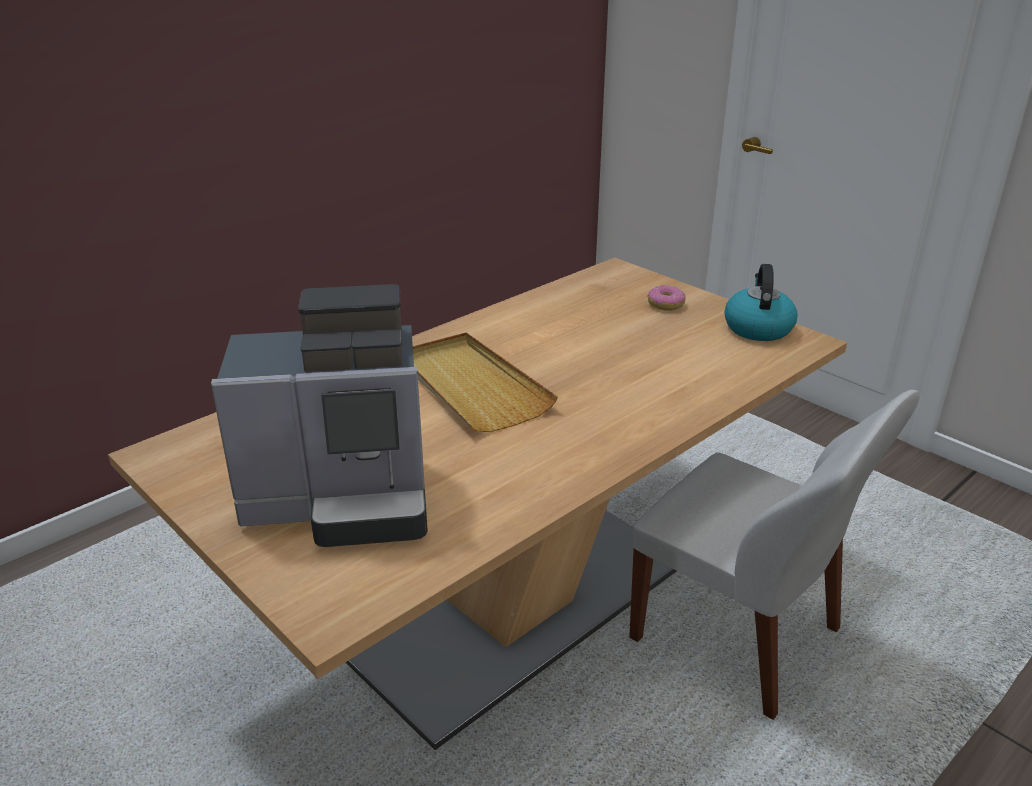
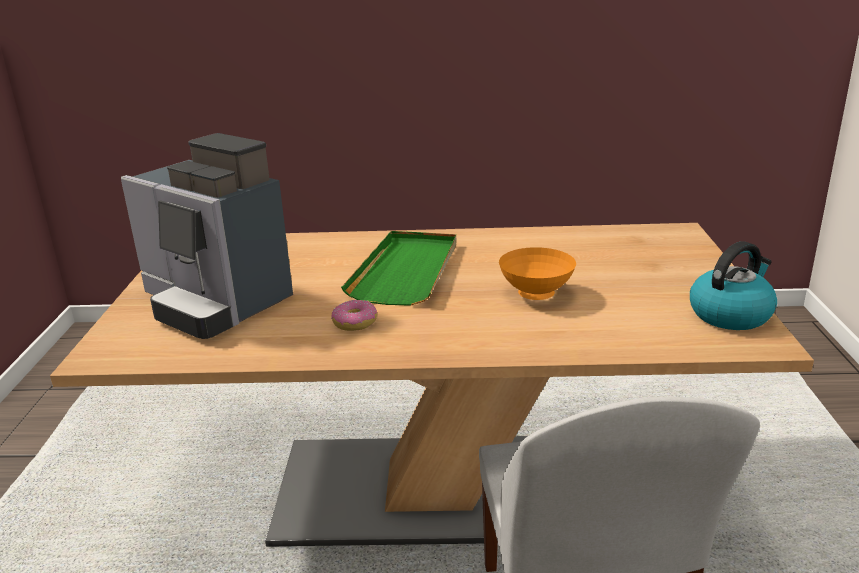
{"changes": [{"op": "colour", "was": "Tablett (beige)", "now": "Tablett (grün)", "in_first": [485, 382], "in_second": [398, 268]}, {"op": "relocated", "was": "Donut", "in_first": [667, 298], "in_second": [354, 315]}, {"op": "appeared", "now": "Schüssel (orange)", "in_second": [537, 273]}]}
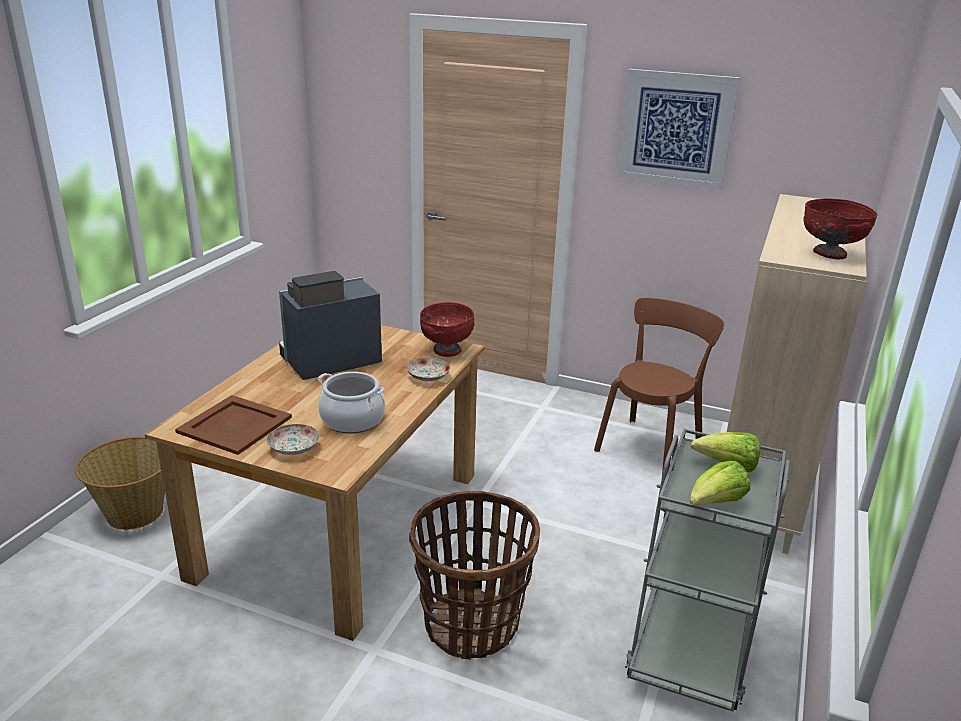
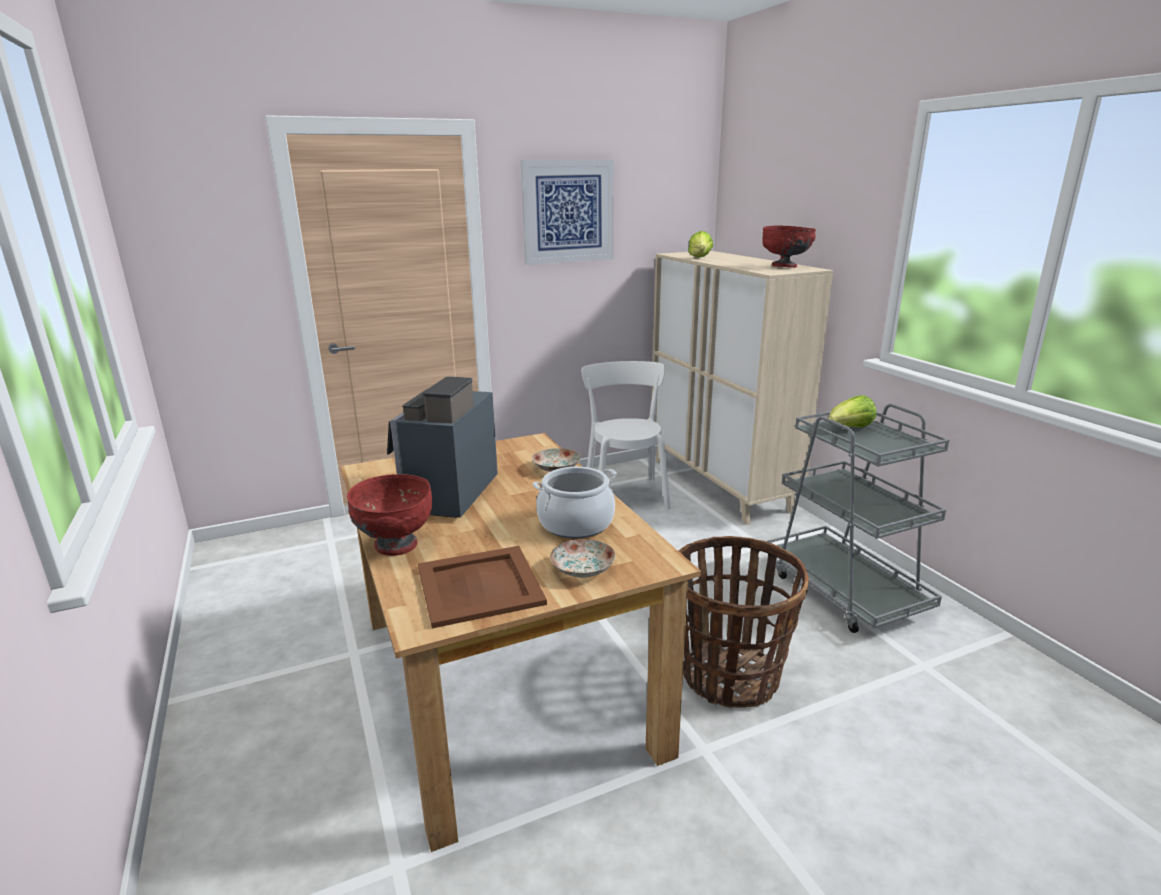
{"changes": [{"op": "missing", "was": "Korb", "in_first": [120, 483]}, {"op": "relocated", "was": "Schüssel (rot)", "in_first": [447, 329], "in_second": [389, 515]}, {"op": "colour", "was": "Stuhl (braun)", "now": "Stuhl (weiß)", "in_first": [659, 387], "in_second": [626, 435]}, {"op": "relocated", "was": "Salatkopf", "in_first": [720, 483], "in_second": [700, 244]}]}
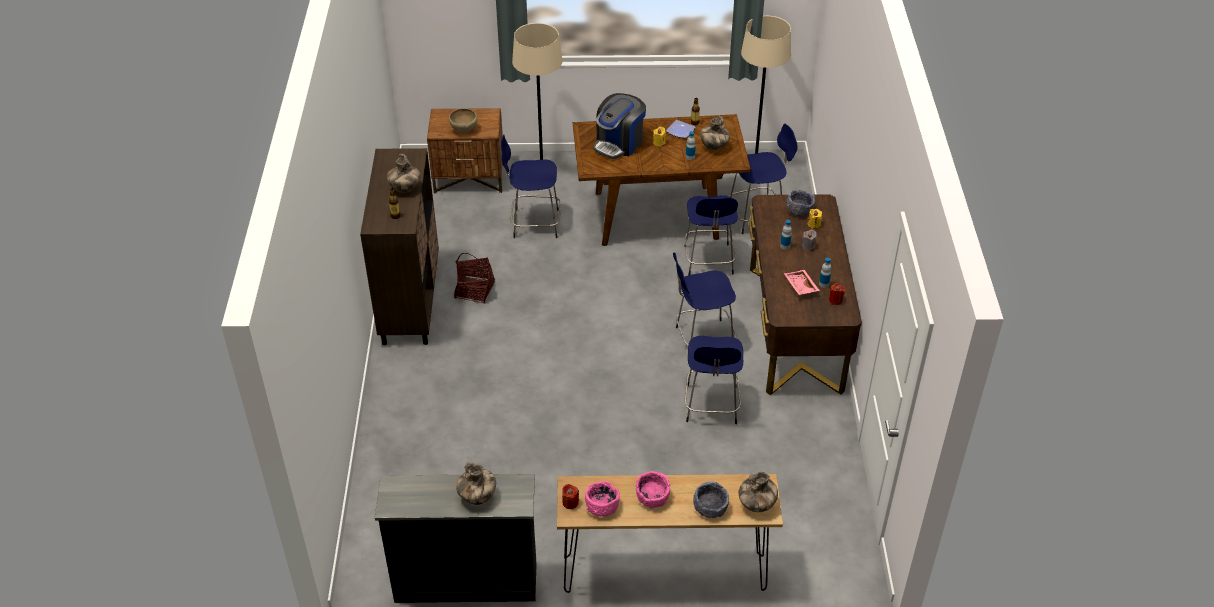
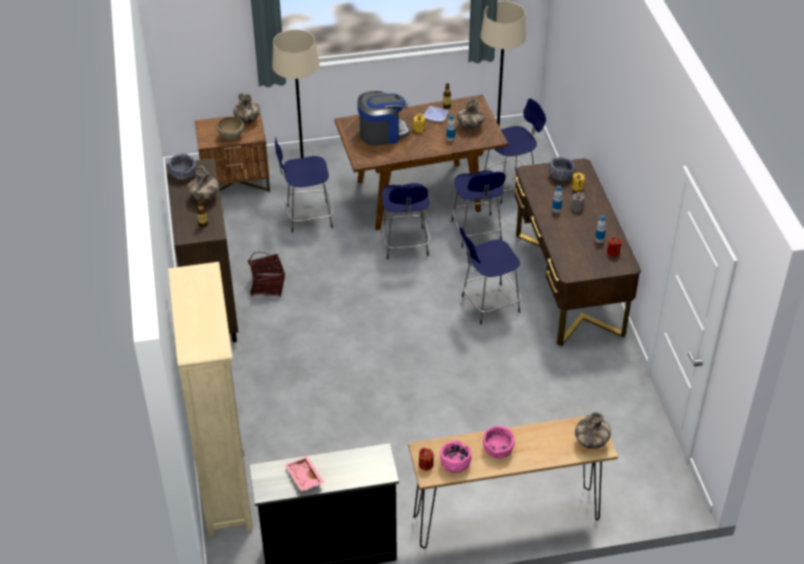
{"changes": [{"op": "relocated", "was": "Vase", "in_first": [476, 483], "in_second": [246, 108]}, {"op": "spun", "was": "Kaffeemaschine", "in_first": [619, 126], "in_second": [383, 118], "clockwise": -135}, {"op": "relocated", "was": "Hocker (blau)", "in_first": [713, 380], "in_second": [406, 221]}, {"op": "relocated", "was": "Schüssel (grau)", "in_first": [711, 499], "in_second": [182, 166]}, {"op": "relocated", "was": "Tablett (rosa)", "in_first": [802, 282], "in_second": [304, 473]}, {"op": "appeared", "now": "Bücherregal (beige)", "in_second": [210, 399]}]}
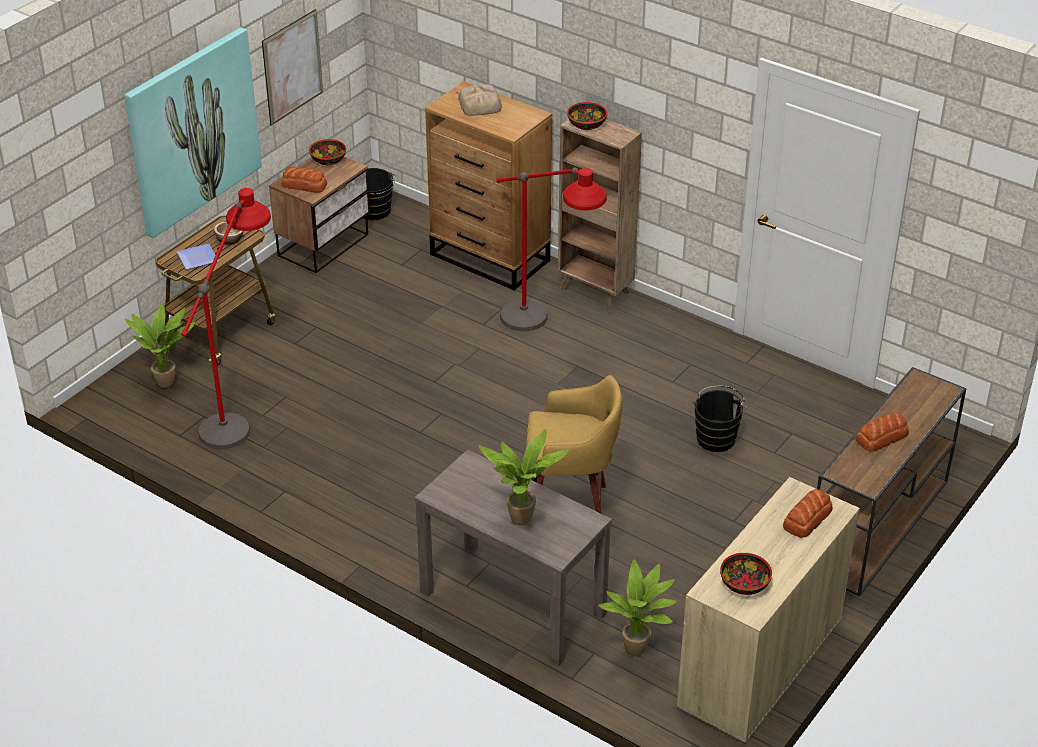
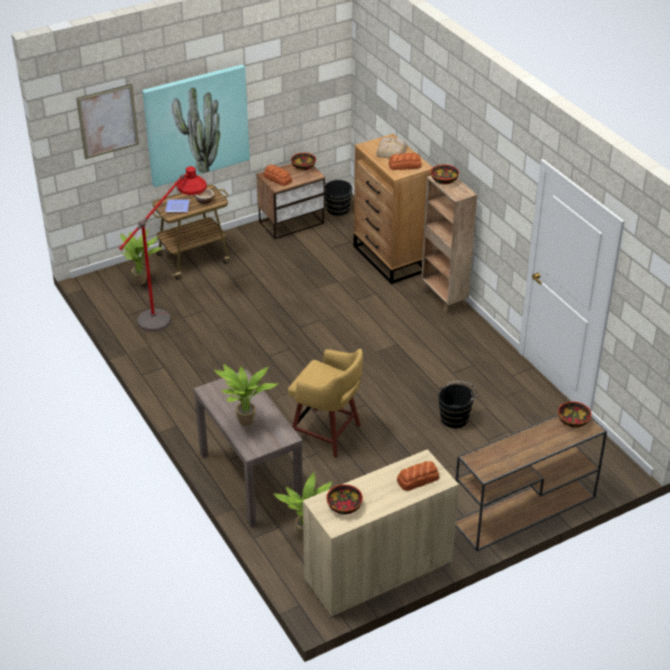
{"changes": [{"op": "relocated", "was": "Bild", "in_first": [292, 67], "in_second": [107, 121]}, {"op": "missing", "was": "Stehlampe (rot)", "in_first": [552, 249]}, {"op": "relocated", "was": "Brot", "in_first": [882, 432], "in_second": [405, 161]}, {"op": "appeared", "now": "Schüssel", "in_second": [574, 414]}]}
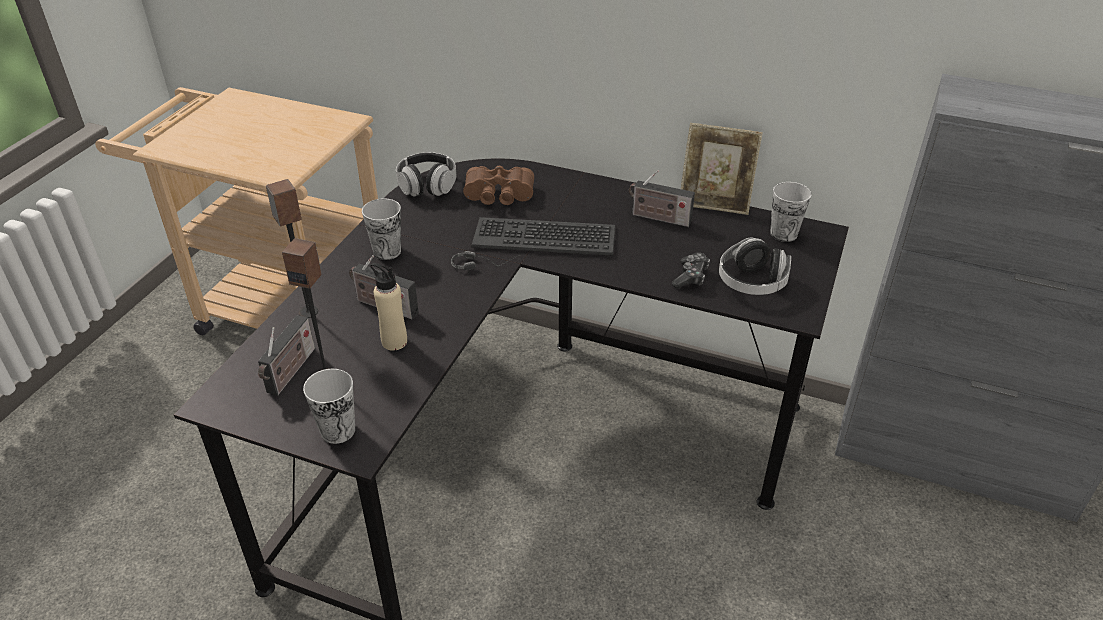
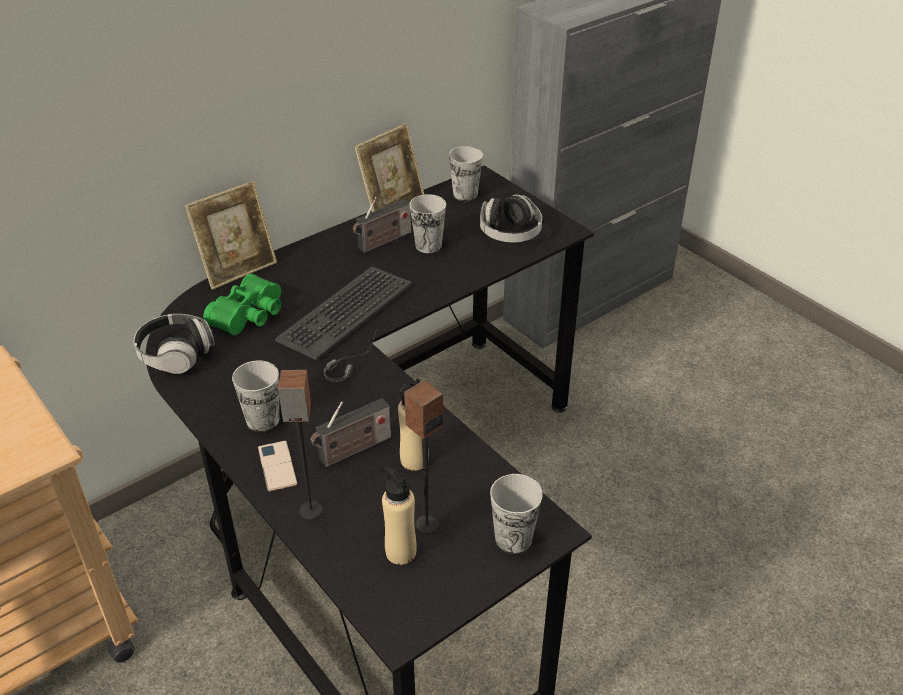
{"changes": [{"op": "exchanged", "was": "Radio", "now": "Flasche (beige)", "in_first": [286, 355], "in_second": [399, 516]}, {"op": "colour", "was": "Fernglas (braun)", "now": "Fernglas (grün)", "in_first": [498, 185], "in_second": [242, 304]}, {"op": "missing", "was": "Gamepad", "in_first": [691, 270]}, {"op": "appeared", "now": "Bilderrahmen", "in_second": [231, 235]}, {"op": "appeared", "now": "Handy", "in_second": [277, 466]}, {"op": "appeared", "now": "Tasse", "in_second": [427, 223]}]}
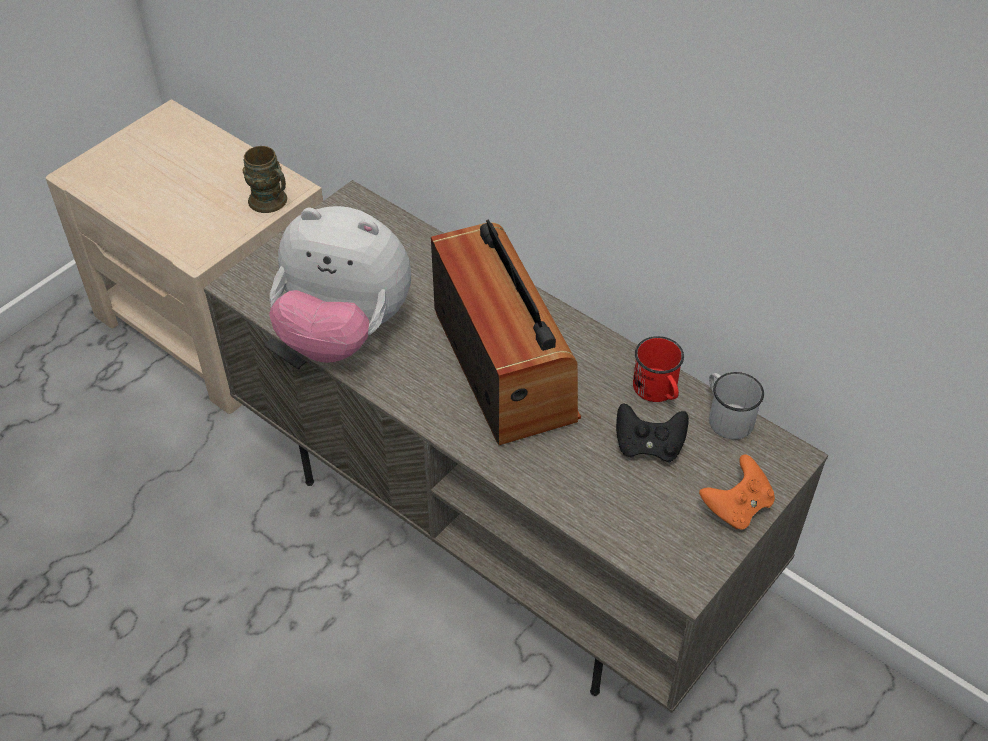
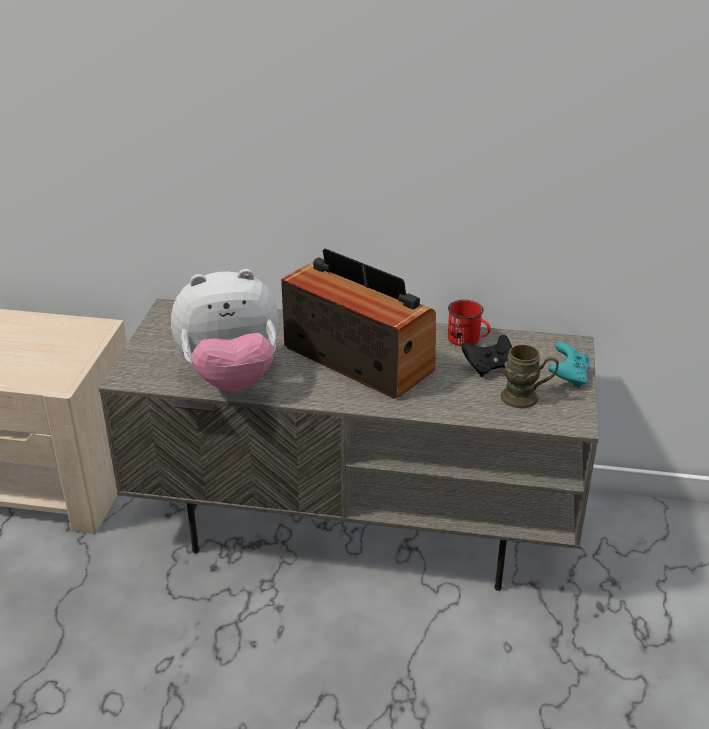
{"changes": [{"op": "relocated", "was": "Henkelbecher (braun)", "in_first": [265, 179], "in_second": [530, 376]}, {"op": "colour", "was": "Gamepad (orange)", "now": "Gamepad (türkis)", "in_first": [737, 492], "in_second": [569, 365]}, {"op": "missing", "was": "Henkelbecher (weiß)", "in_first": [736, 405]}]}
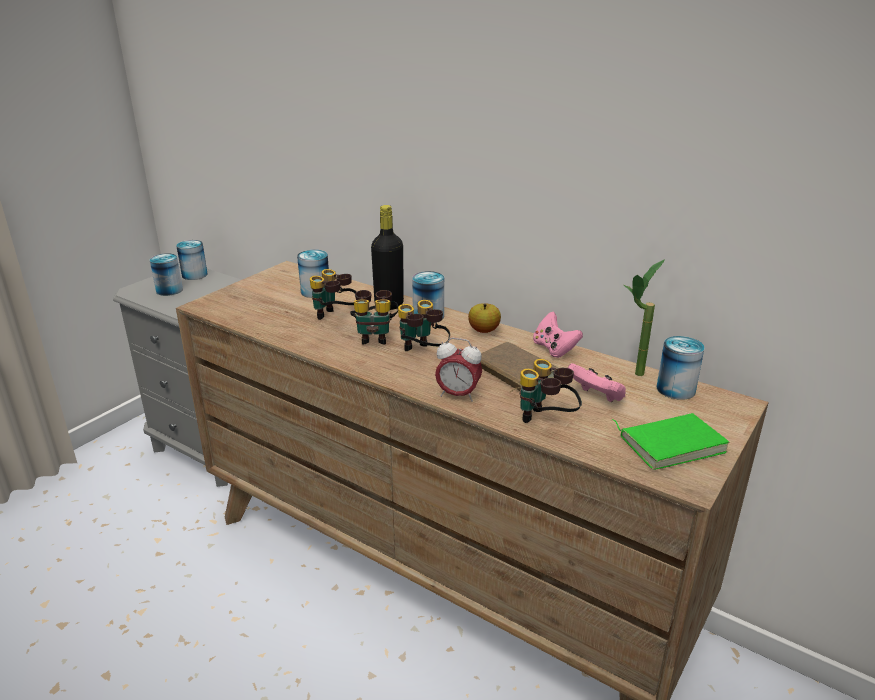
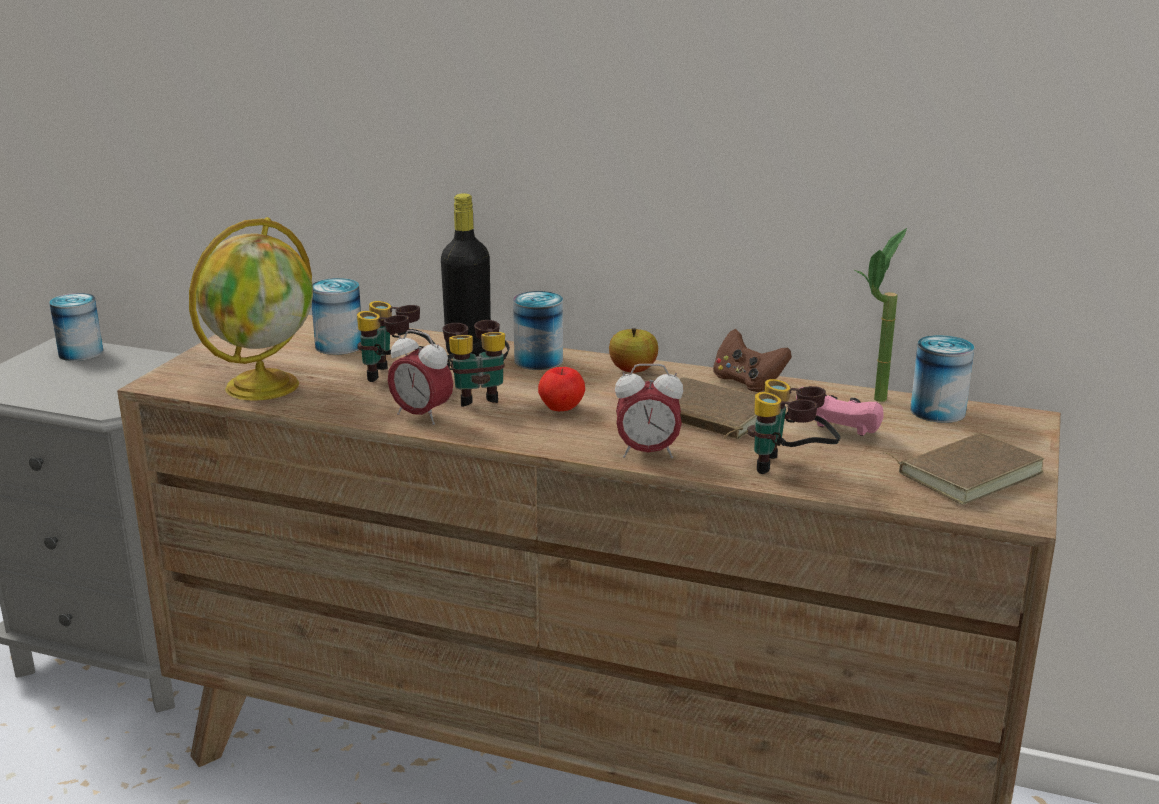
{"changes": [{"op": "missing", "was": "Dose", "in_first": [166, 274]}, {"op": "exchanged", "was": "Fernglas", "now": "Apfel", "in_first": [424, 325], "in_second": [561, 389]}, {"op": "colour", "was": "Gamepad (rosa)", "now": "Gamepad (braun)", "in_first": [558, 335], "in_second": [752, 360]}, {"op": "colour", "was": "Buch (grün)", "now": "Buch (braun)", "in_first": [670, 441], "in_second": [963, 469]}, {"op": "appeared", "now": "Globus", "in_second": [251, 309]}, {"op": "appeared", "now": "Wecker", "in_second": [420, 377]}]}
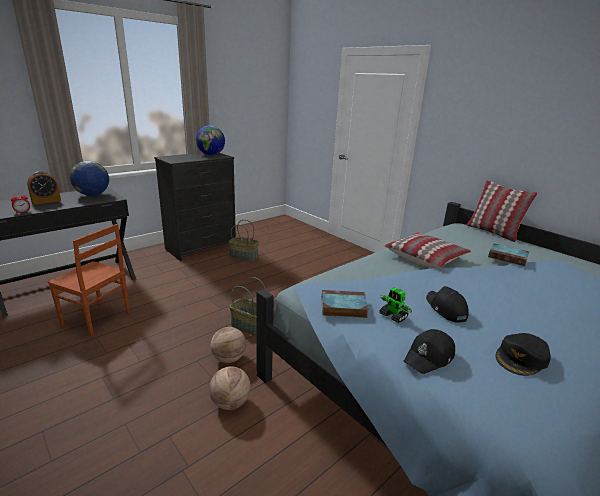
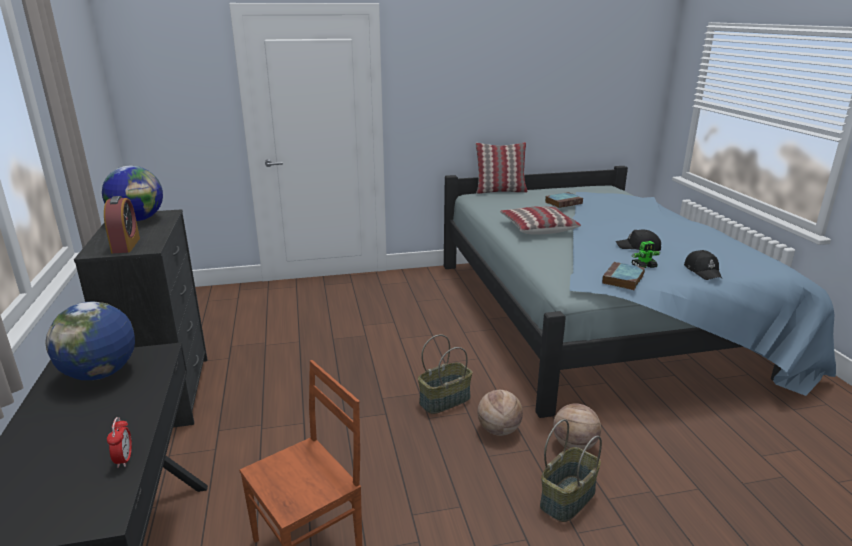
{"changes": [{"op": "relocated", "was": "Wecker", "in_first": [44, 188], "in_second": [122, 224]}, {"op": "relocated", "was": "Korb", "in_first": [244, 240], "in_second": [571, 470]}, {"op": "missing", "was": "Kappe (schwarz)", "in_first": [523, 354]}]}
